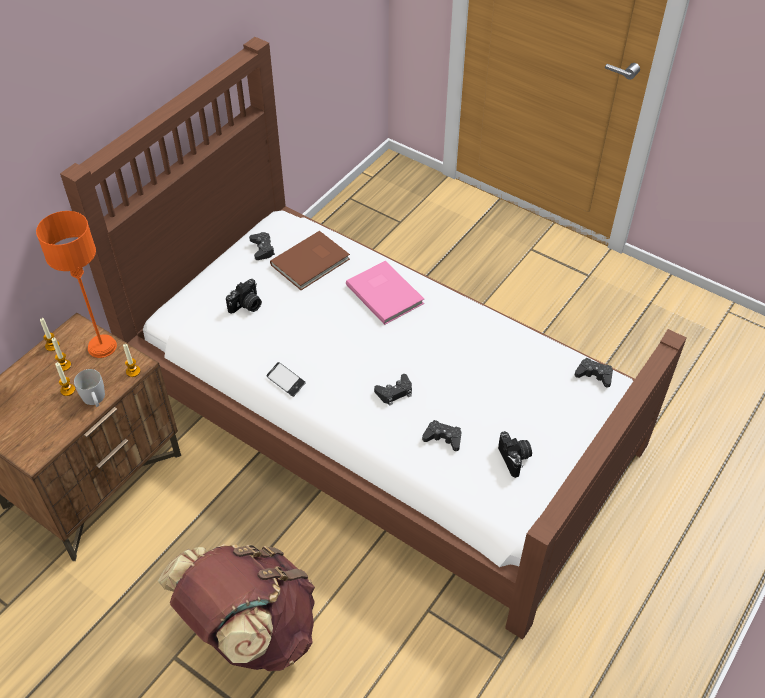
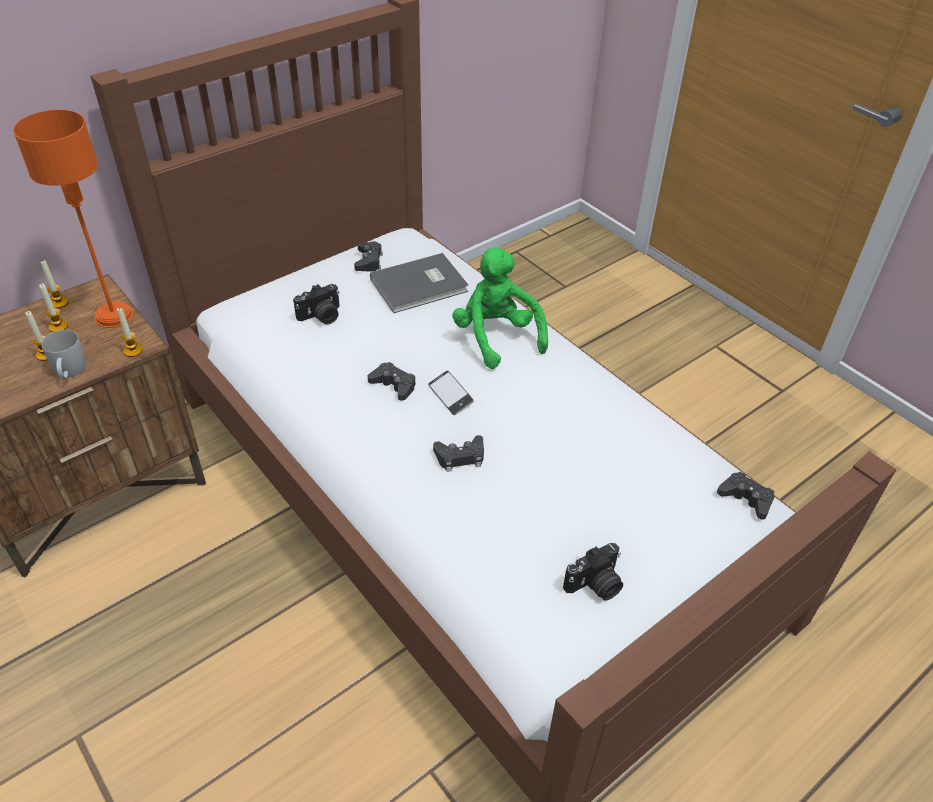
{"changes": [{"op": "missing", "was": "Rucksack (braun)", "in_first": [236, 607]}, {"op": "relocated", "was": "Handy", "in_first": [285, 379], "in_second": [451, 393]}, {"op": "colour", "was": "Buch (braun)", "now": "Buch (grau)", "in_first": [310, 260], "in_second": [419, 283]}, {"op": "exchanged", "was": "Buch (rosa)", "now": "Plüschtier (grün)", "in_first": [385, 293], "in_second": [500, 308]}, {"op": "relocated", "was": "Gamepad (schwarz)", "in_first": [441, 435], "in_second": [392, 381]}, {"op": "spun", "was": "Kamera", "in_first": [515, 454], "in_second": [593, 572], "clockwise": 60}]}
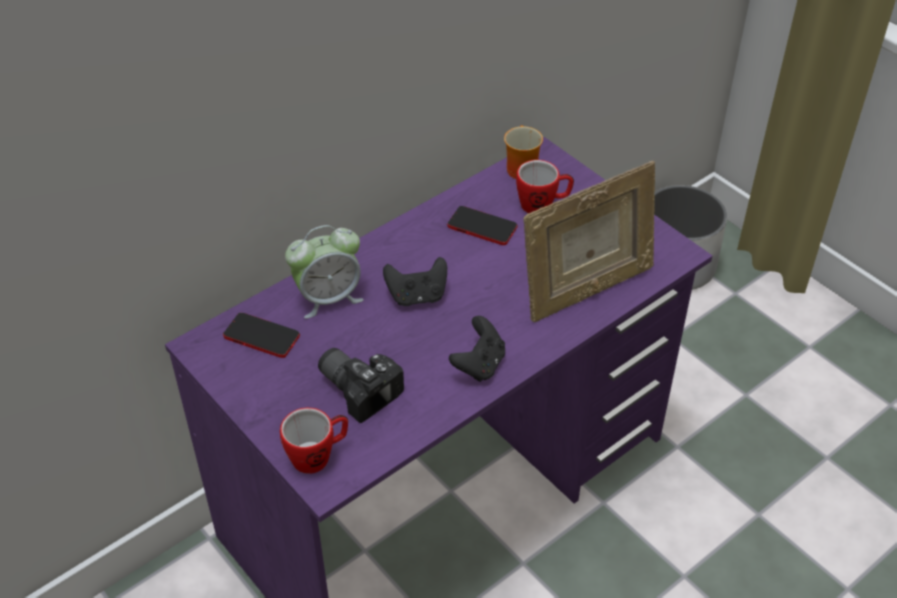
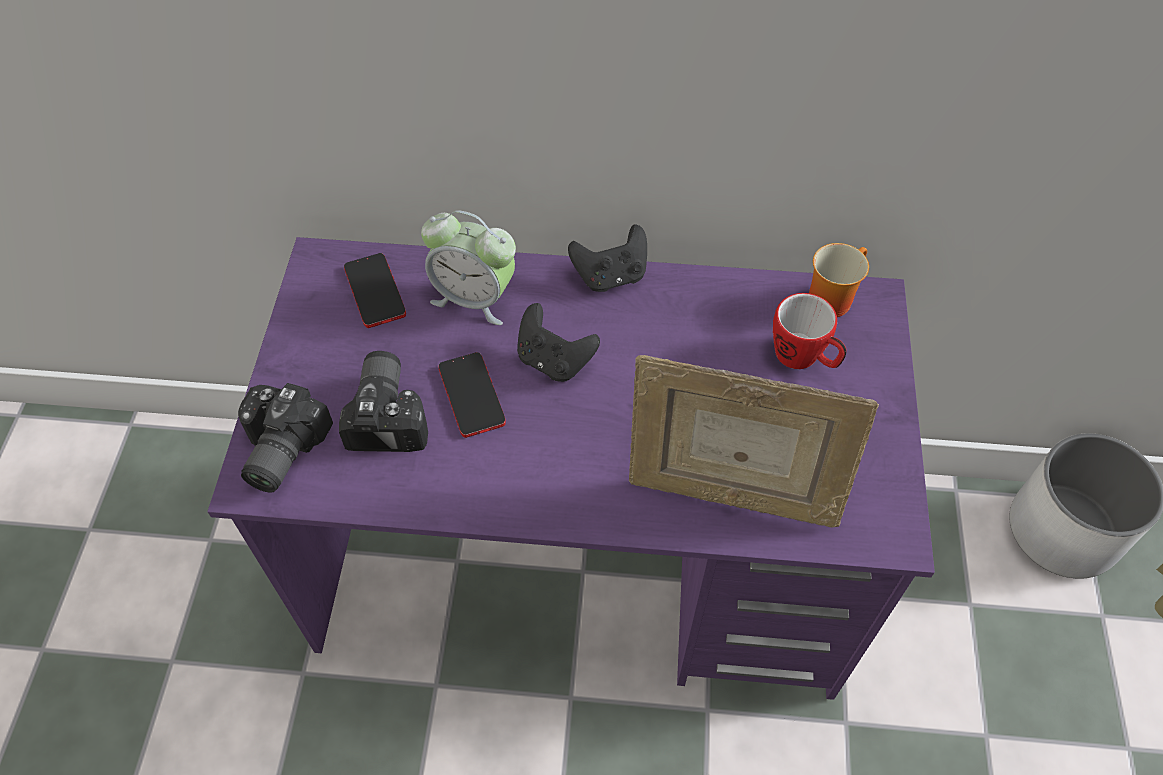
{"changes": [{"op": "exchanged", "was": "Henkelbecher", "now": "Kamera", "in_first": [314, 441], "in_second": [285, 438]}, {"op": "relocated", "was": "Handy", "in_first": [482, 225], "in_second": [472, 395]}, {"op": "relocated", "was": "Gamepad (schwarz)", "in_first": [477, 349], "in_second": [607, 258]}]}
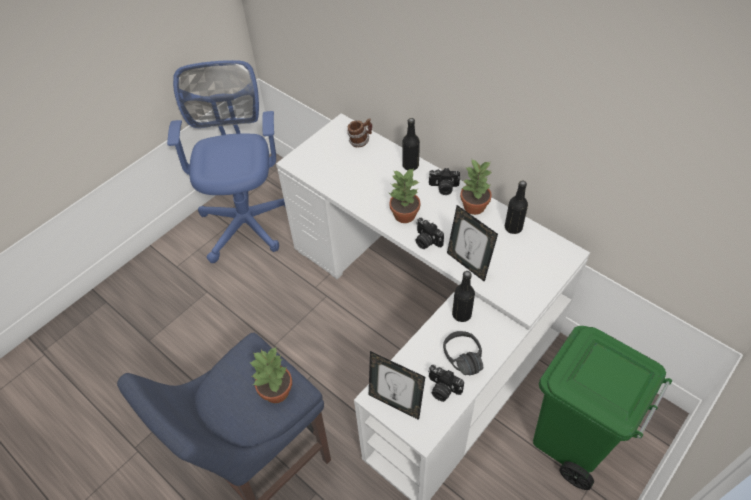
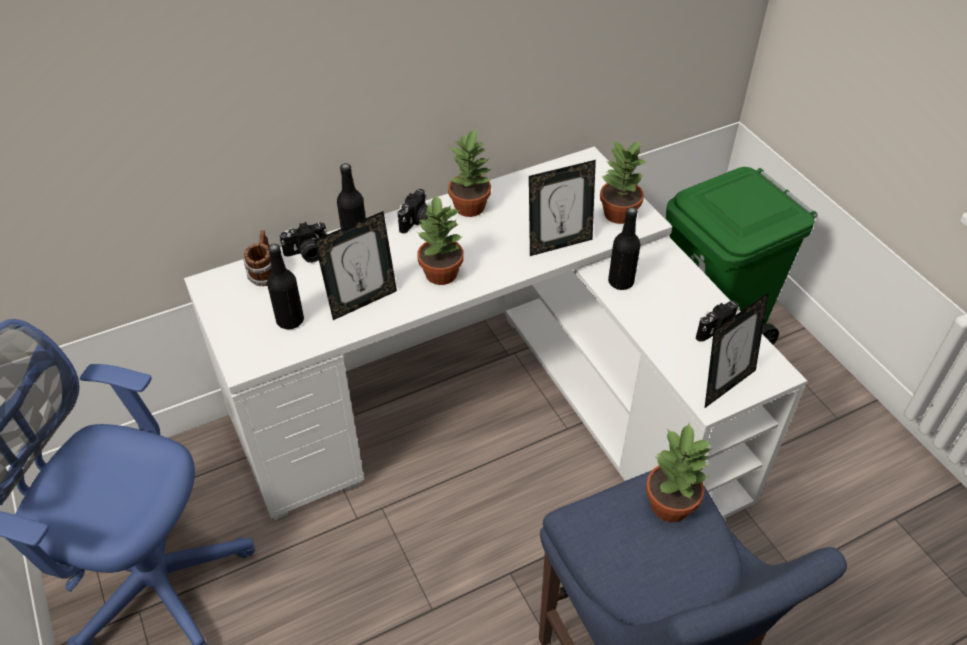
{"changes": [{"op": "relocated", "was": "Kamera", "in_first": [429, 233], "in_second": [303, 242]}, {"op": "missing", "was": "Kopfhörer (schwarz)", "in_first": [463, 353]}, {"op": "relocated", "was": "Flasche (schwarz)", "in_first": [516, 207], "in_second": [285, 286]}, {"op": "appeared", "now": "Bilderrahmen", "in_second": [355, 265]}, {"op": "appeared", "now": "Topfpflanze", "in_second": [623, 182]}]}
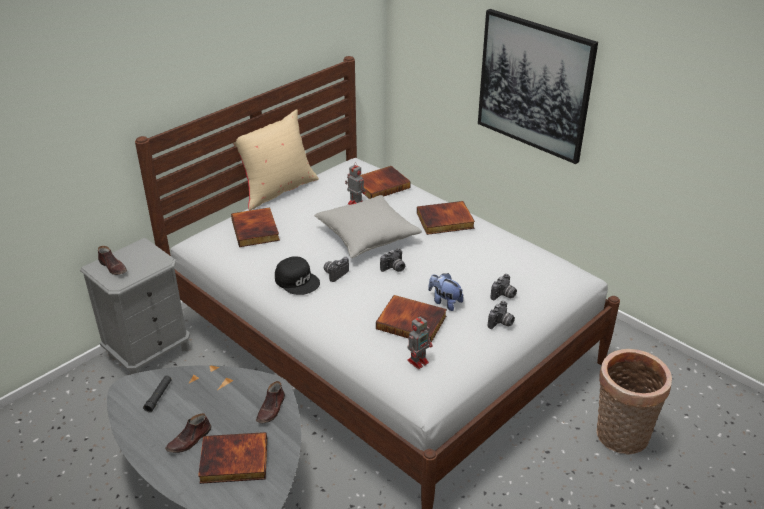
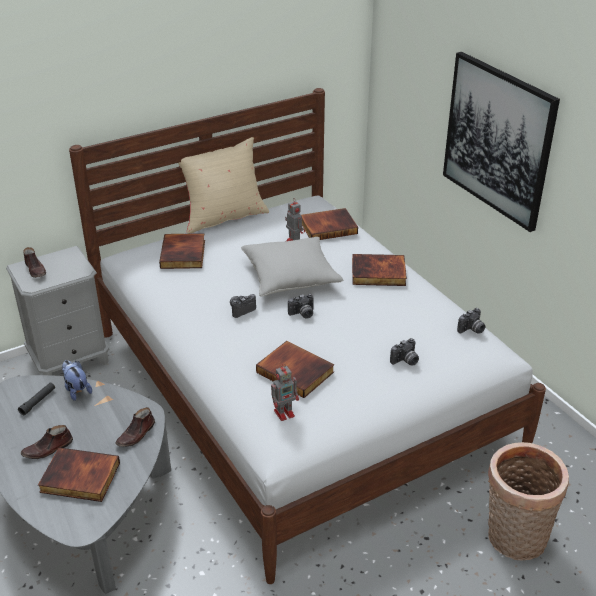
{"changes": [{"op": "missing", "was": "Kappe (schwarz)", "in_first": [297, 275]}, {"op": "relocated", "was": "Plüschtier", "in_first": [446, 292], "in_second": [77, 380]}, {"op": "relocated", "was": "Kamera", "in_first": [501, 315], "in_second": [471, 321]}]}
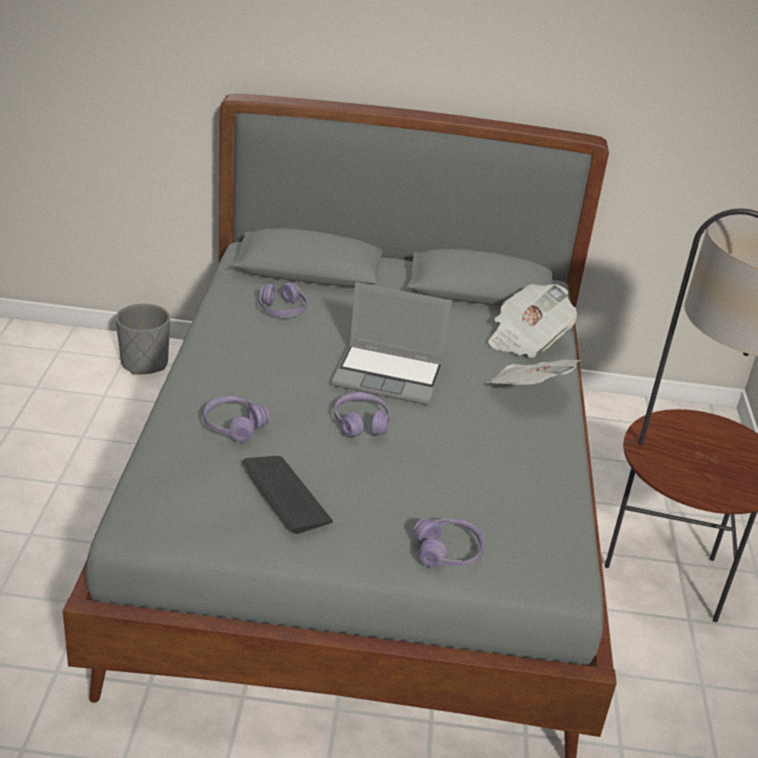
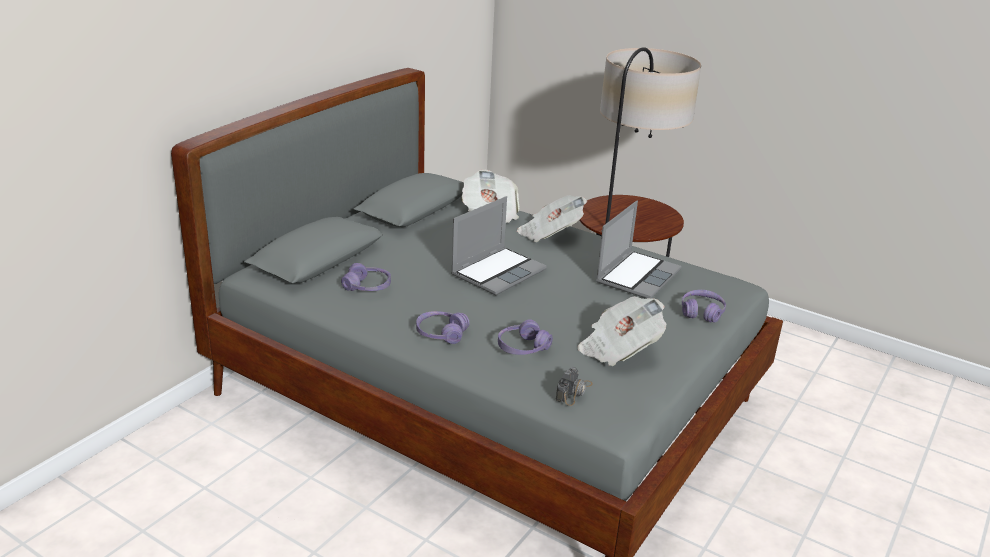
{"changes": [{"op": "missing", "was": "Pflanzkübel (grau)", "in_first": [143, 339]}, {"op": "exchanged", "was": "Tastatur", "now": "Zeitung", "in_first": [287, 495], "in_second": [622, 331]}, {"op": "relocated", "was": "Kopfhörer (lila)", "in_first": [362, 414], "in_second": [443, 327]}, {"op": "appeared", "now": "Kamera", "in_second": [574, 386]}, {"op": "appeared", "now": "Laptop", "in_second": [638, 249]}]}
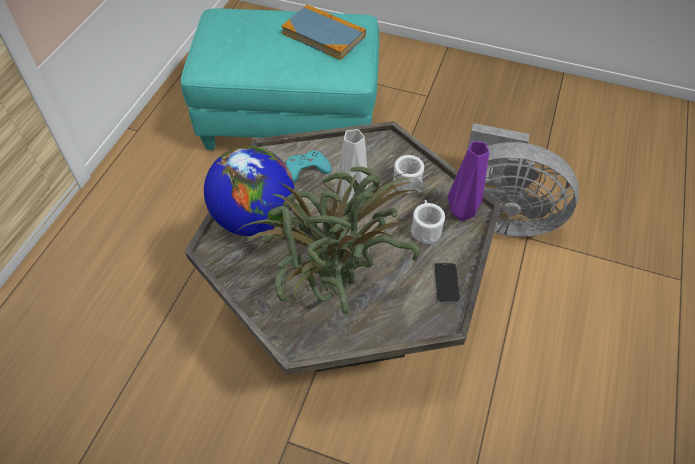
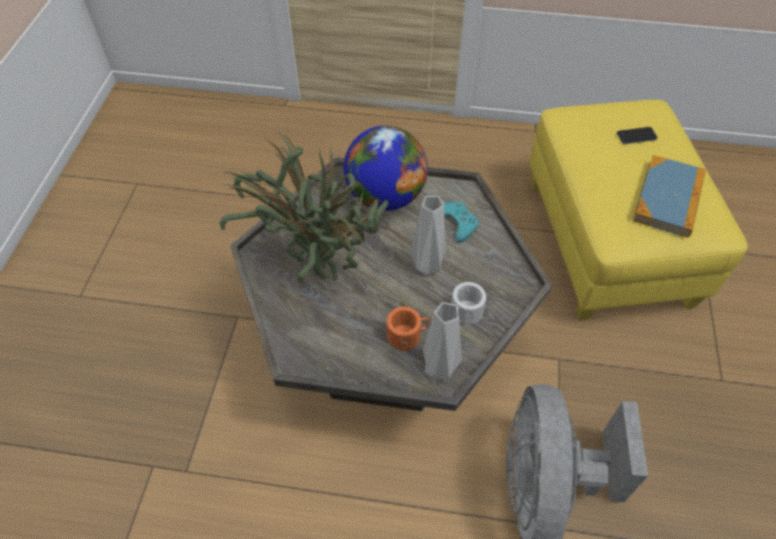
{"changes": [{"op": "colour", "was": "Polsterhocker (türkis)", "now": "Polsterhocker (gelb)", "in_first": [280, 79], "in_second": [639, 210]}, {"op": "colour", "was": "Henkelbecher (weiß)", "now": "Henkelbecher (orange)", "in_first": [428, 222], "in_second": [408, 329]}, {"op": "relocated", "was": "Handy", "in_first": [447, 283], "in_second": [637, 135]}, {"op": "colour", "was": "Vase (lila)", "now": "Vase (grau)", "in_first": [468, 181], "in_second": [442, 341]}]}
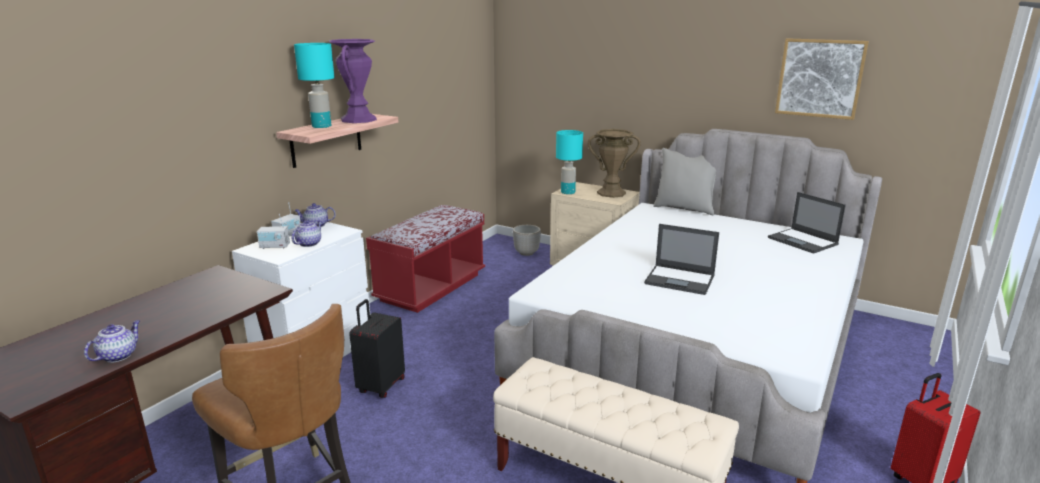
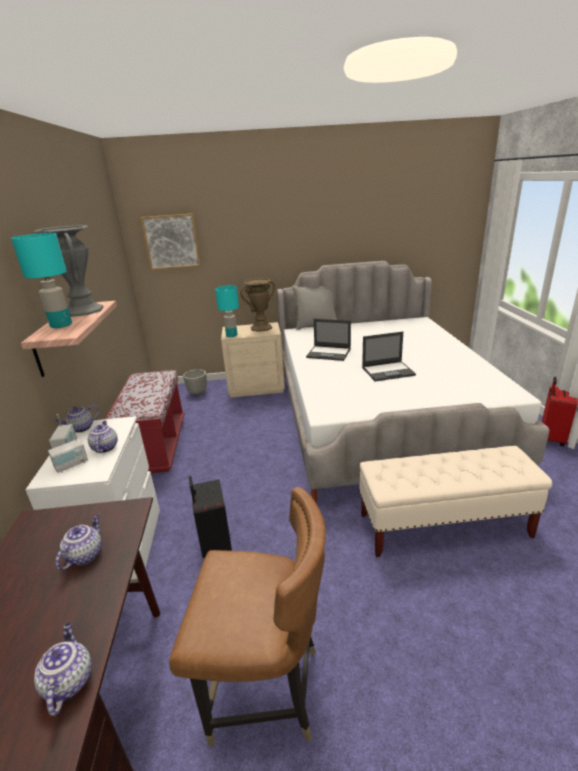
{"changes": [{"op": "colour", "was": "Vase (lila)", "now": "Vase (grau)", "in_first": [353, 81], "in_second": [68, 271]}, {"op": "relocated", "was": "Laptop", "in_first": [807, 223], "in_second": [328, 340]}, {"op": "relocated", "was": "Bild", "in_first": [822, 79], "in_second": [170, 242]}, {"op": "appeared", "now": "Teekanne", "in_second": [78, 542]}]}
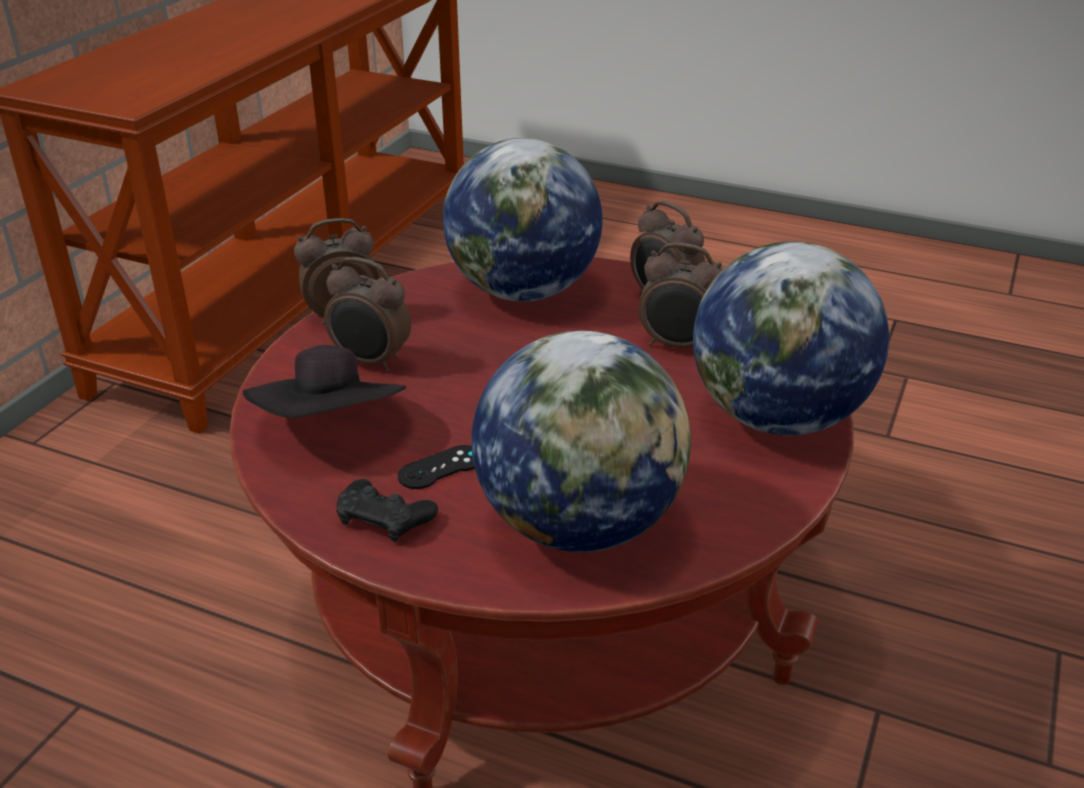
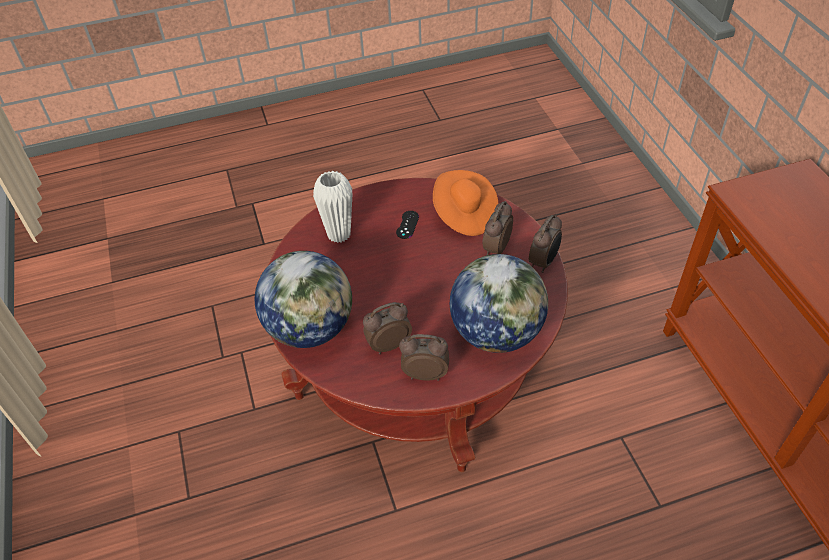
{"changes": [{"op": "colour", "was": "Hut (schwarz)", "now": "Hut (orange)", "in_first": [324, 381], "in_second": [465, 203]}, {"op": "spun", "was": "Wecker", "in_first": [367, 314], "in_second": [498, 228], "clockwise": -45}, {"op": "missing", "was": "Gamepad (schwarz)", "in_first": [387, 510]}, {"op": "exchanged", "was": "Globus", "now": "Vase (weiß)", "in_first": [581, 441], "in_second": [332, 207]}]}
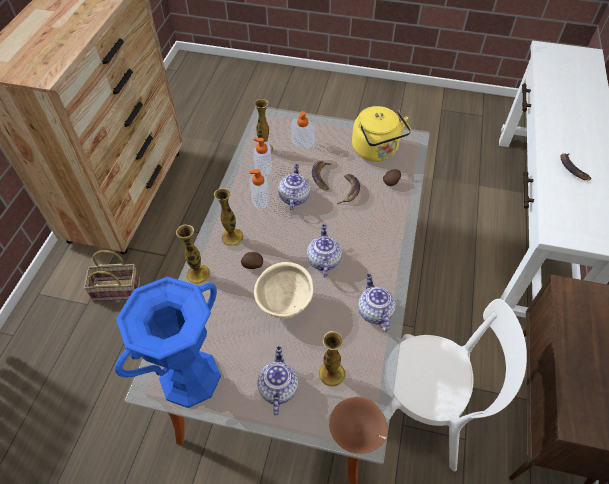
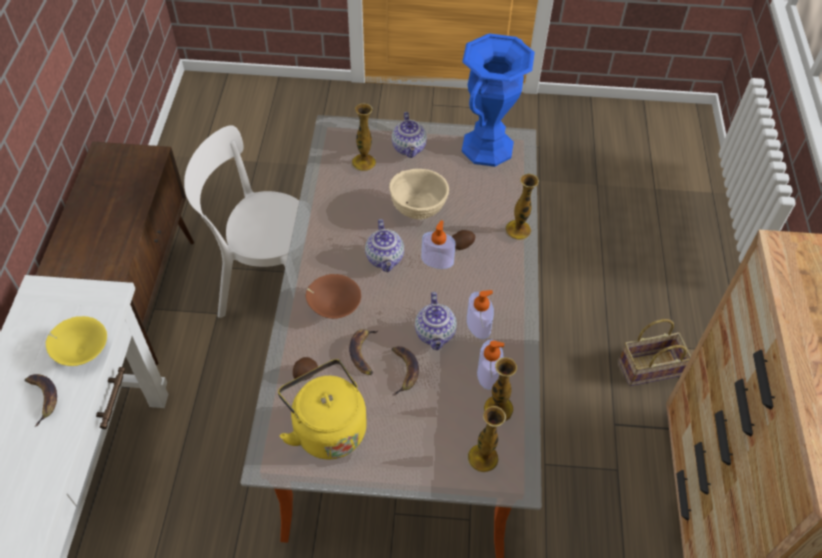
{"changes": [{"op": "relocated", "was": "Vase", "in_first": [229, 217], "in_second": [486, 439]}, {"op": "relocated", "was": "Seifenspender", "in_first": [303, 129], "in_second": [438, 244]}, {"op": "relocated", "was": "Schüssel (braun)", "in_first": [358, 425], "in_second": [333, 296]}, {"op": "missing", "was": "Teekanne", "in_first": [377, 303]}, {"op": "appeared", "now": "Schüssel (gelb)", "in_second": [76, 341]}]}
